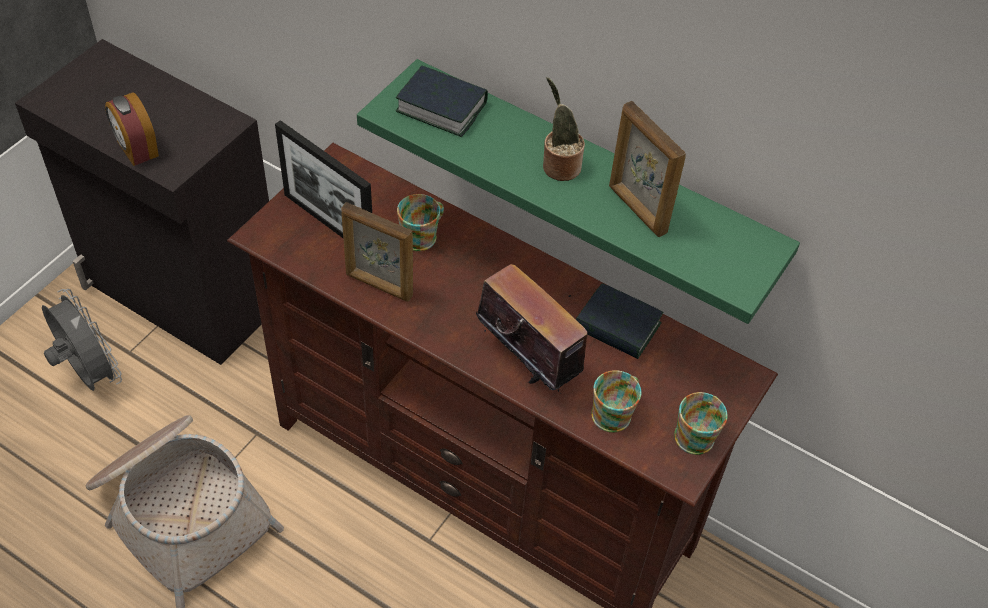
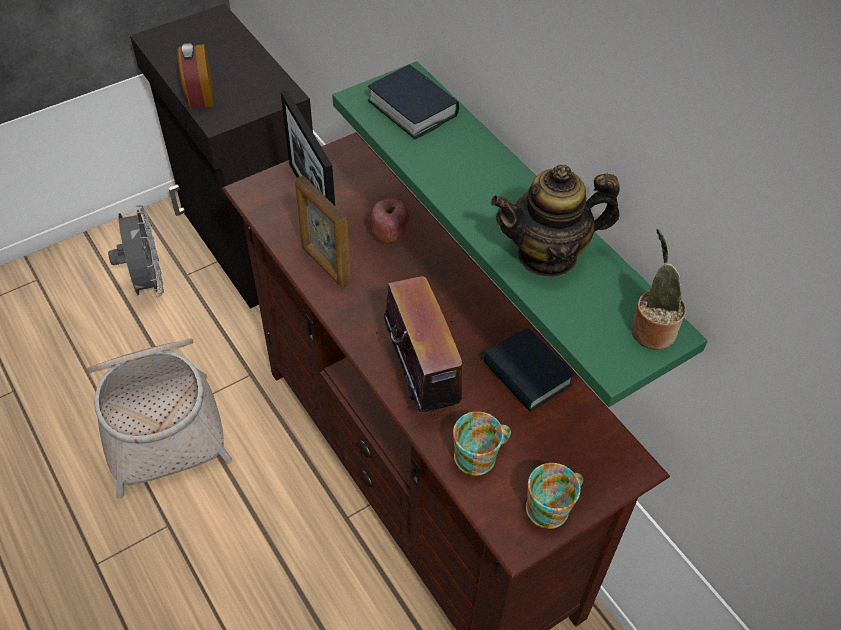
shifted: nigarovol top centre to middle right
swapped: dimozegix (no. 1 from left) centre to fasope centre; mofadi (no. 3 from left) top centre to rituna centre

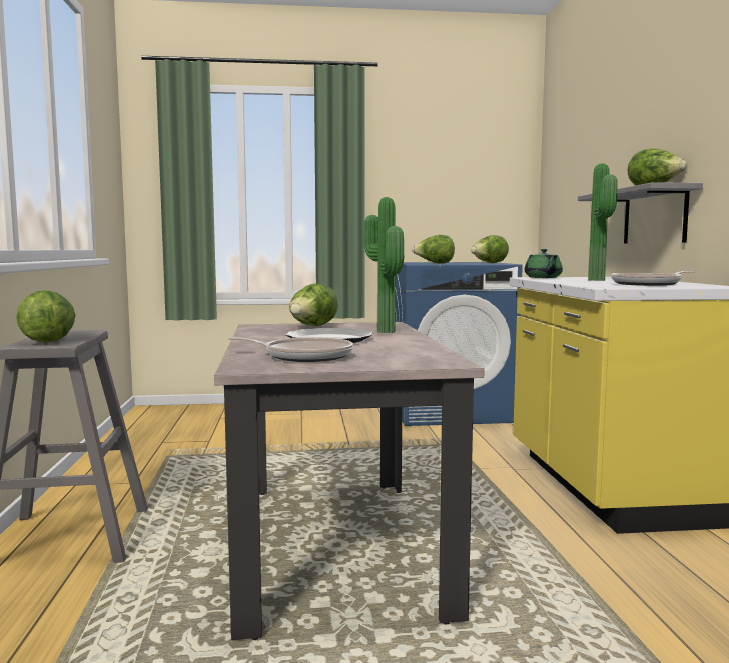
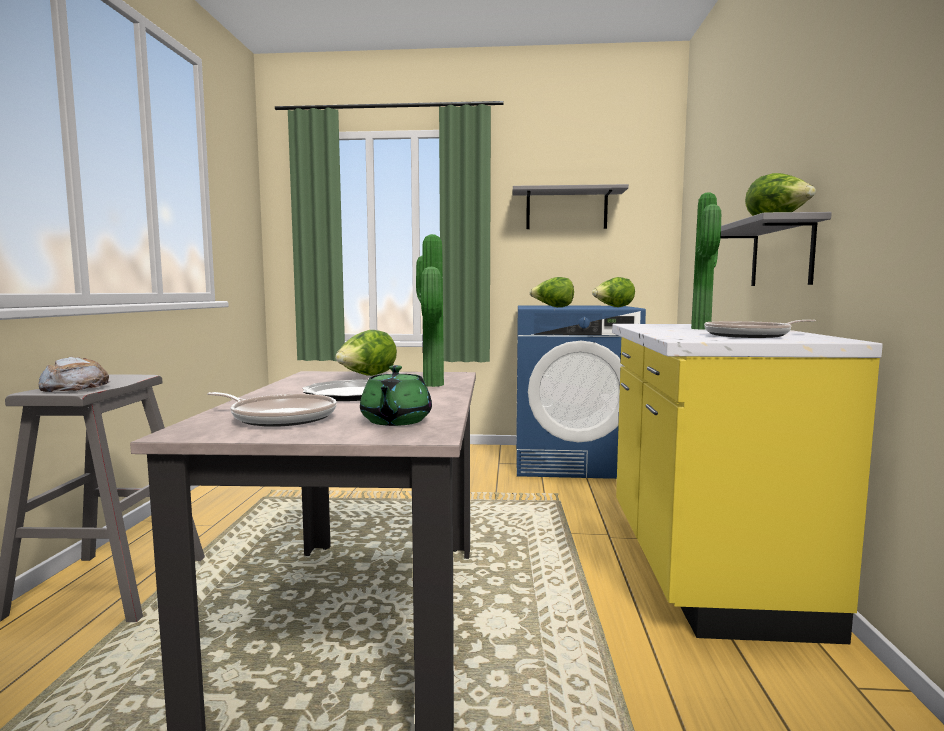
new: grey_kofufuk (no. 1 from left) top centre
shifted: green_rituna middle right to centre
swapped: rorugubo (no. 1 from left) middle left to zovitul middle left

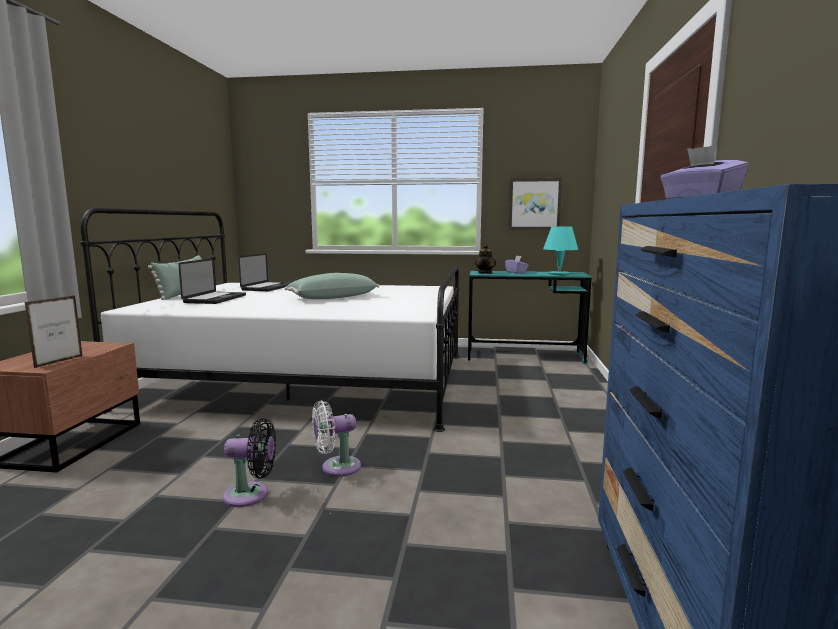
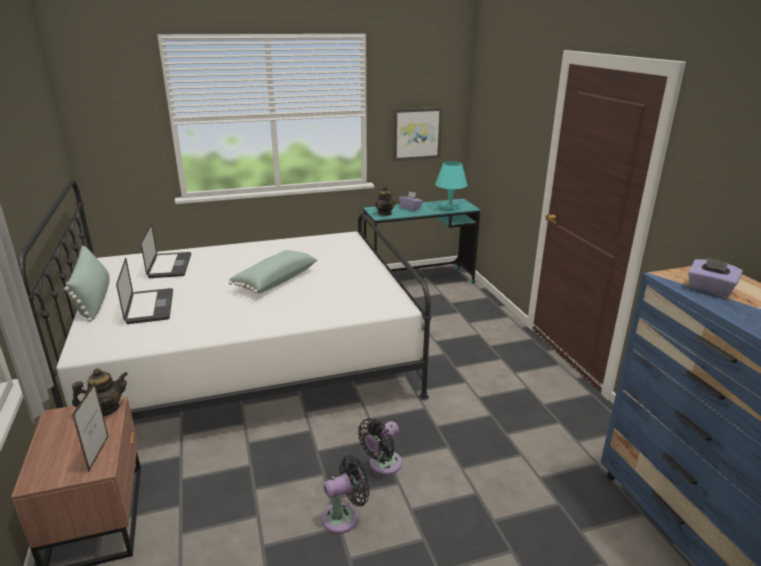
new: rituna (no. 1 from left) bottom left
repainted: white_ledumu bottom centre to black_ledumu (no. 2 from left) bottom centre

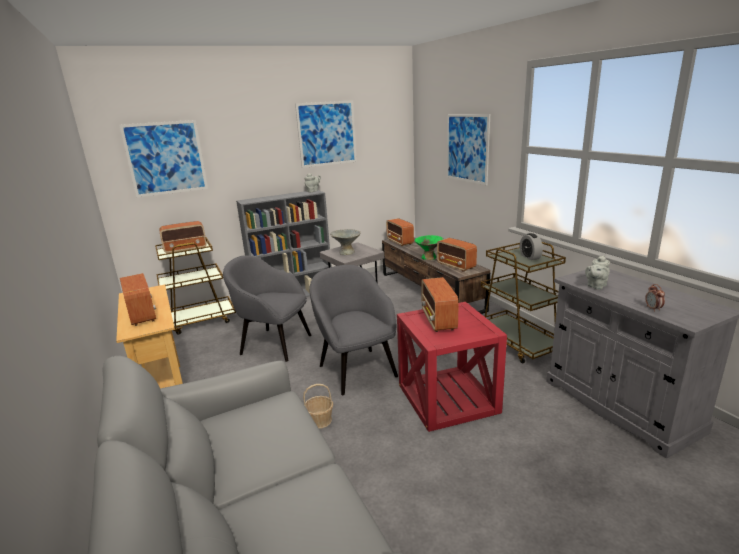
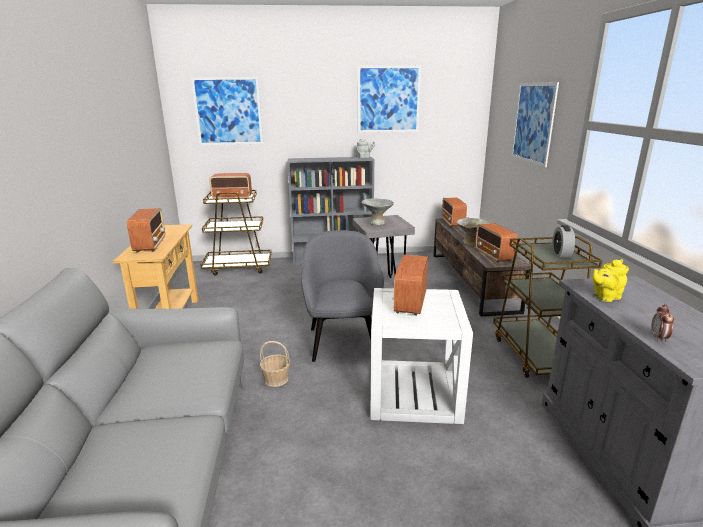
gone: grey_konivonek (no. 1 from left) centre
repainted: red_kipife centre to white_kipife bottom centre; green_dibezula centre to grey_dibezula (no. 2 from left) middle right; grey_rituna (no. 2 from left) middle right to yellow_rituna middle right

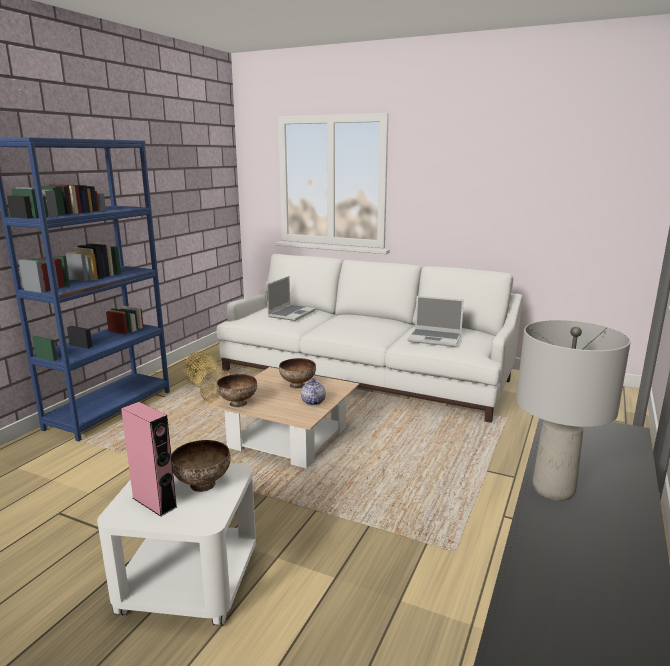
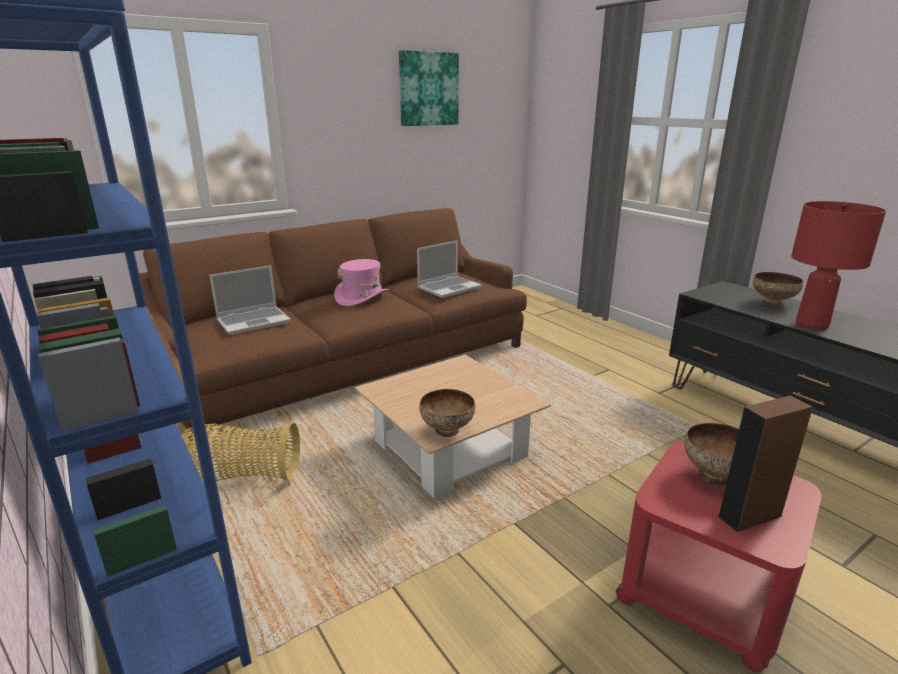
gone: rituna centre
new: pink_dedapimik centre; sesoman top centre
shifted: dibezula (no. 3 from left) centre to middle right
repainted: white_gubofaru centre to brown_gubofaru centre; white_kipife bottom left to red_kipife bottom right; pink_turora bottom left to brown_turora bottom right; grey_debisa middle right to red_debisa middle right
rotated: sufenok (no. 1 from left) centre = middle left 90 degrees clockwise

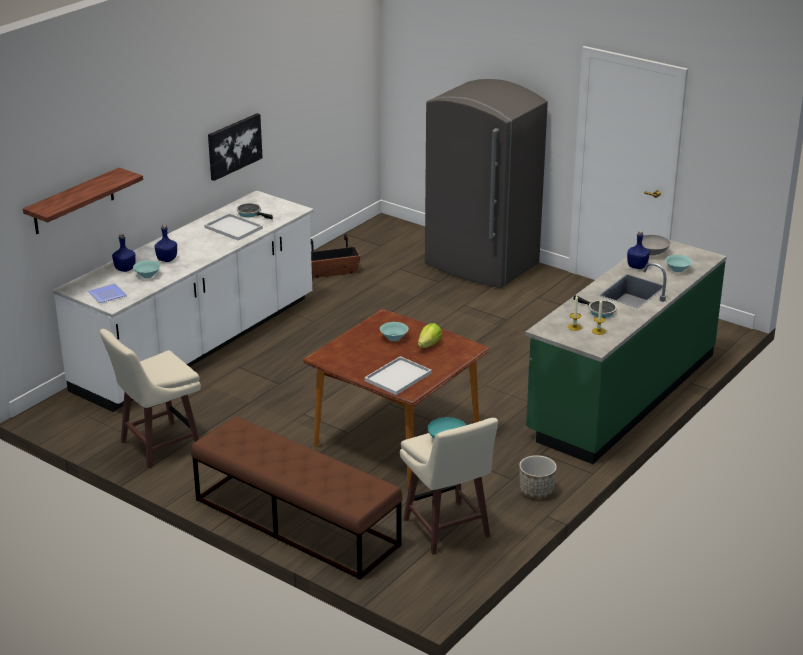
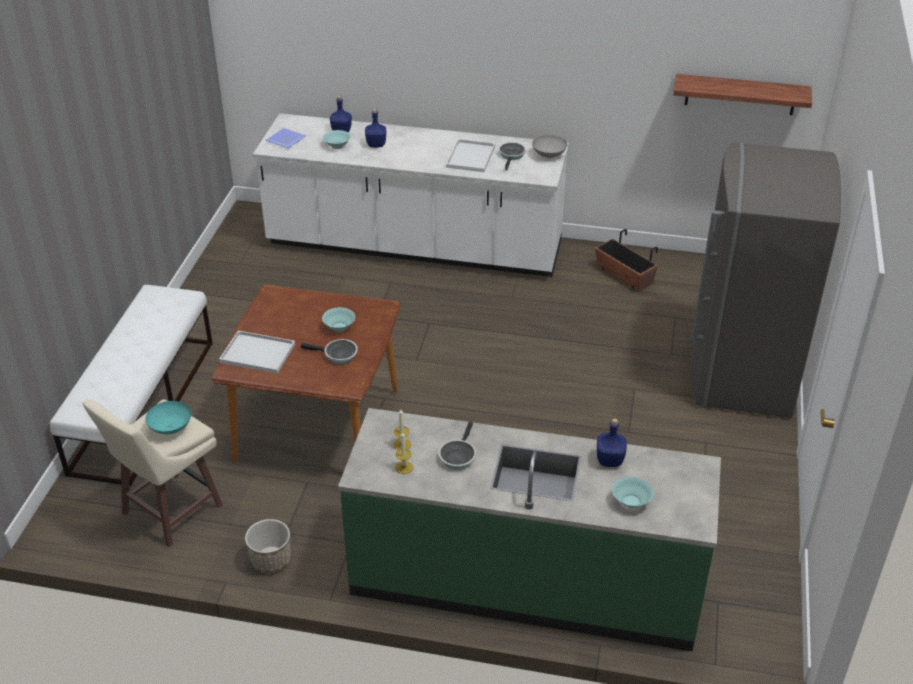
gone: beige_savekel (no. 1 from left) middle left; sesoman top left
shifted: grey_dibezula middle right to top centre; kofufuk top left to top right
swapped: rorugubo centre to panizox (no. 1 from left) centre
repainted: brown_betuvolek bottom centre to white_betuvolek middle left

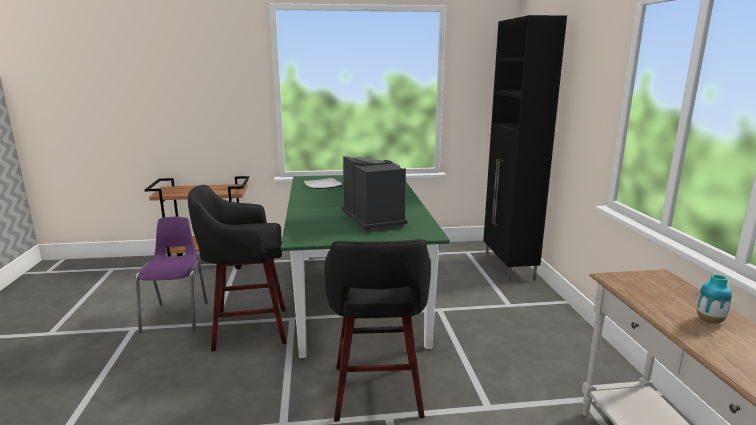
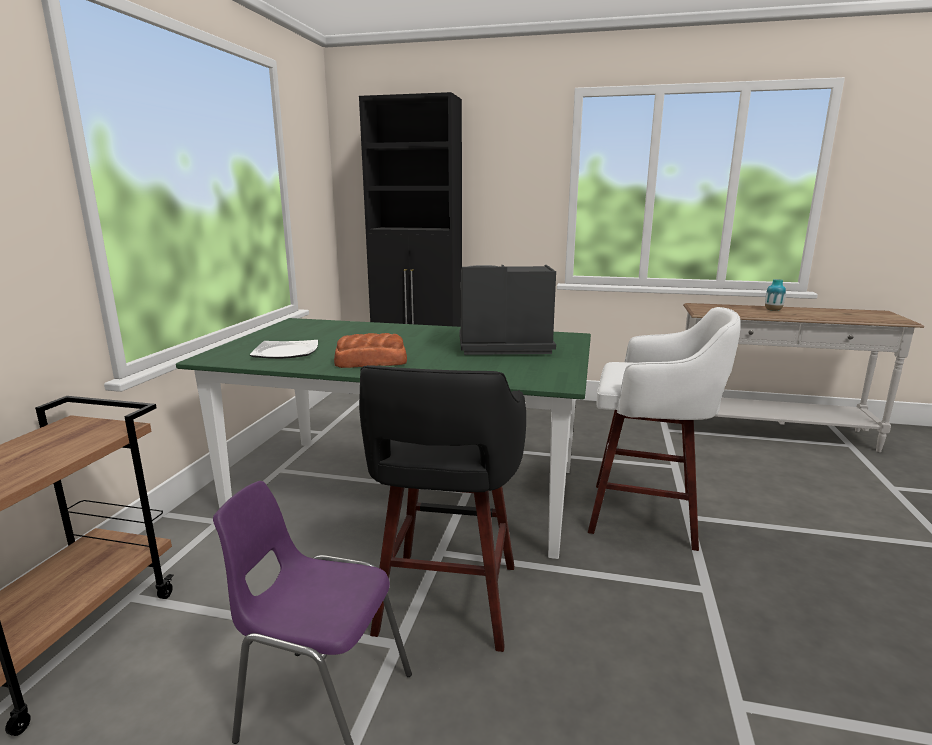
new: zovitul centre
repainted: black_savekel (no. 2 from left) bottom centre to white_savekel middle right

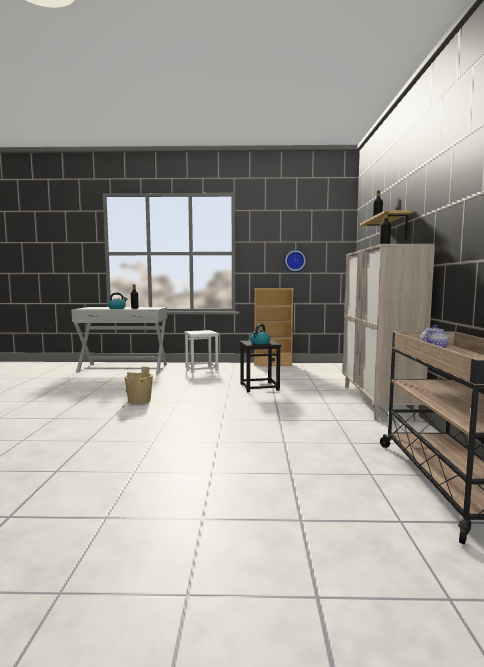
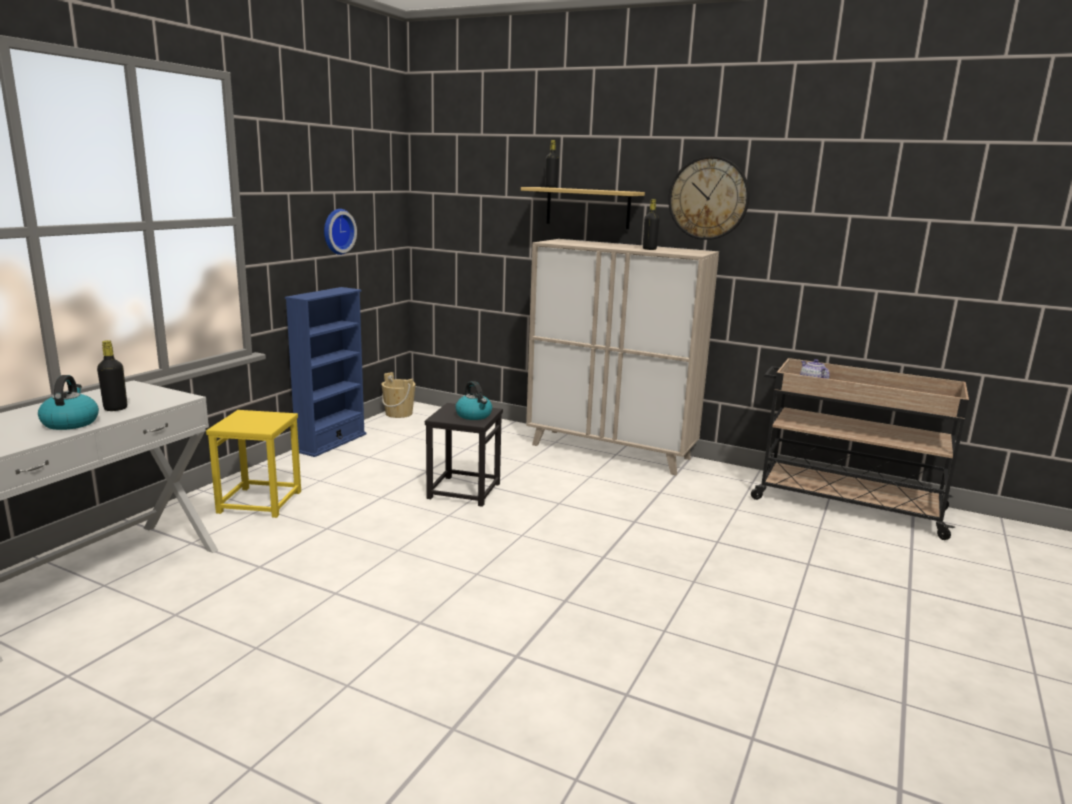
new: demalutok (no. 2 from left) top centre
shifted: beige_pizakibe middle left to centre
repainted: white_savekel centre to yellow_savekel middle left; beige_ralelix centre to blue_ralelix middle left

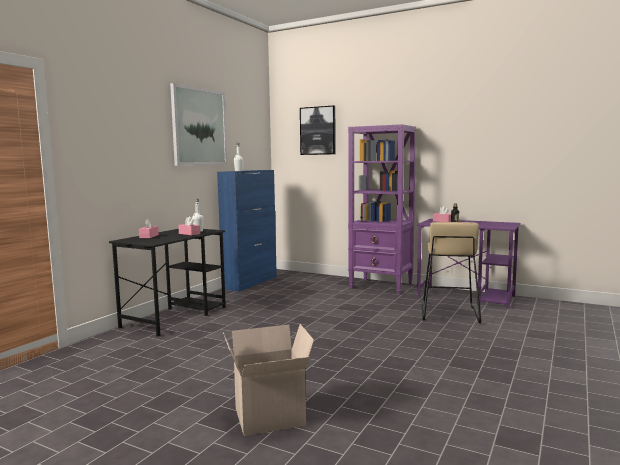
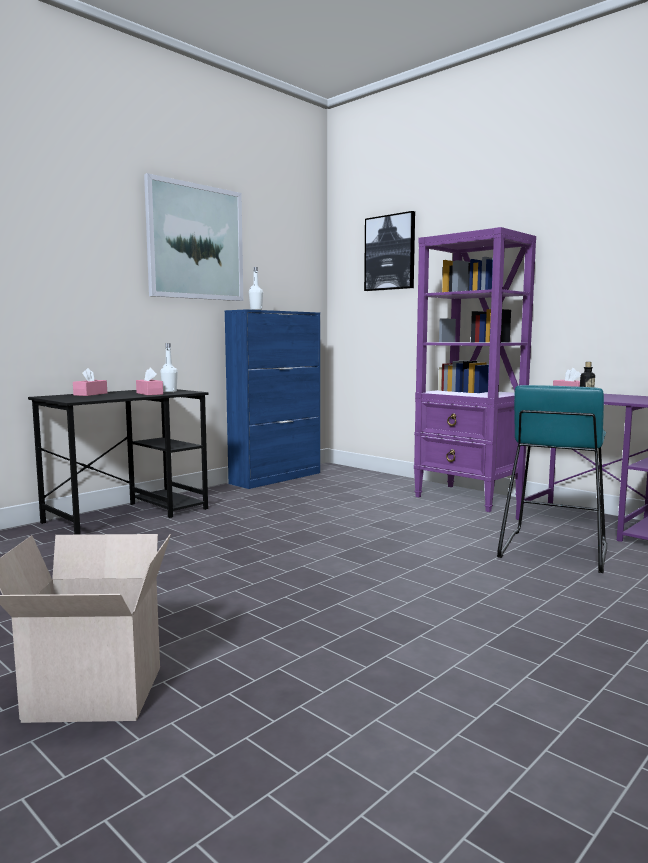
repainted: beige_savekel middle right to turquoise_savekel middle right

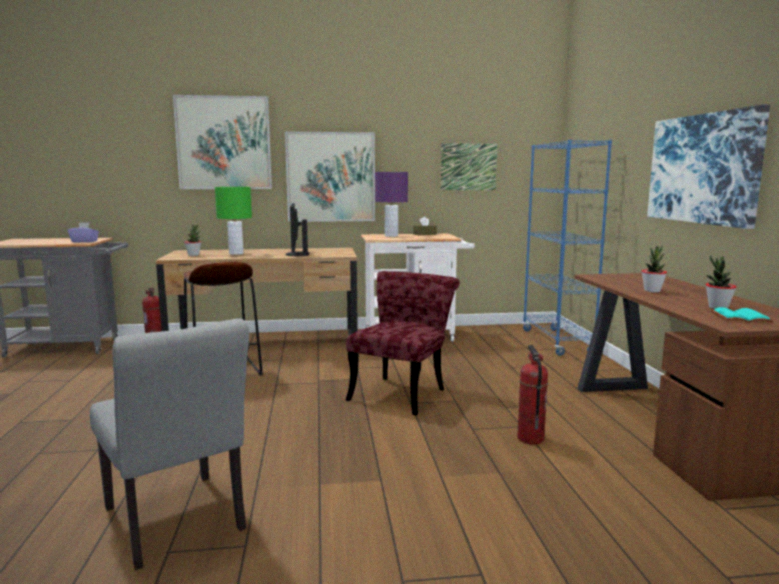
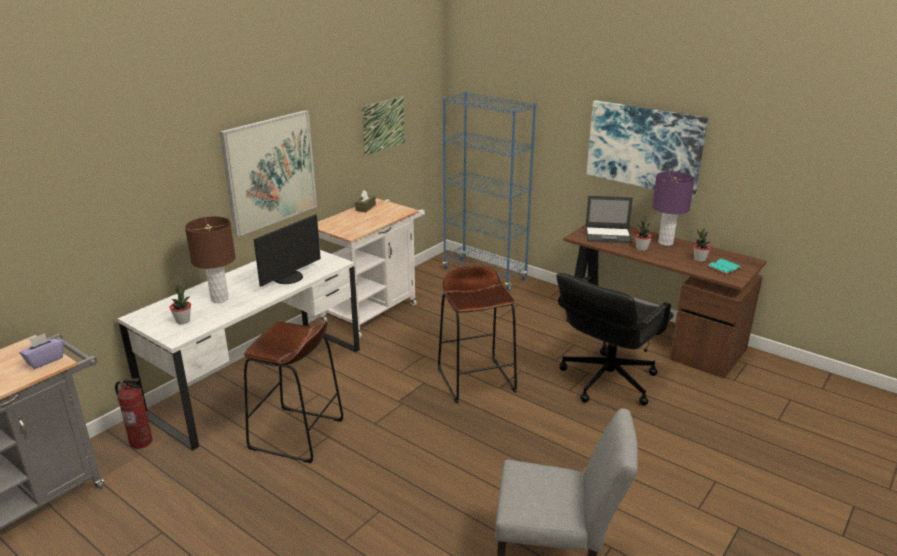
gone: sesoman (no. 1 from left) top left
new: sufenok middle right
shifted: purple_debisa centre to middle right
swapped: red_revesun centre to brown_savekel (no. 2 from left) centre; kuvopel (no. 2 from left) bottom right to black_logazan middle right
repainted: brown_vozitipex (no. 1 from left) middle left to white_vozitipex middle left; green_debisa middle left to brown_debisa middle left
rotated: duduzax centre = middle left 90 degrees counterclockwise

